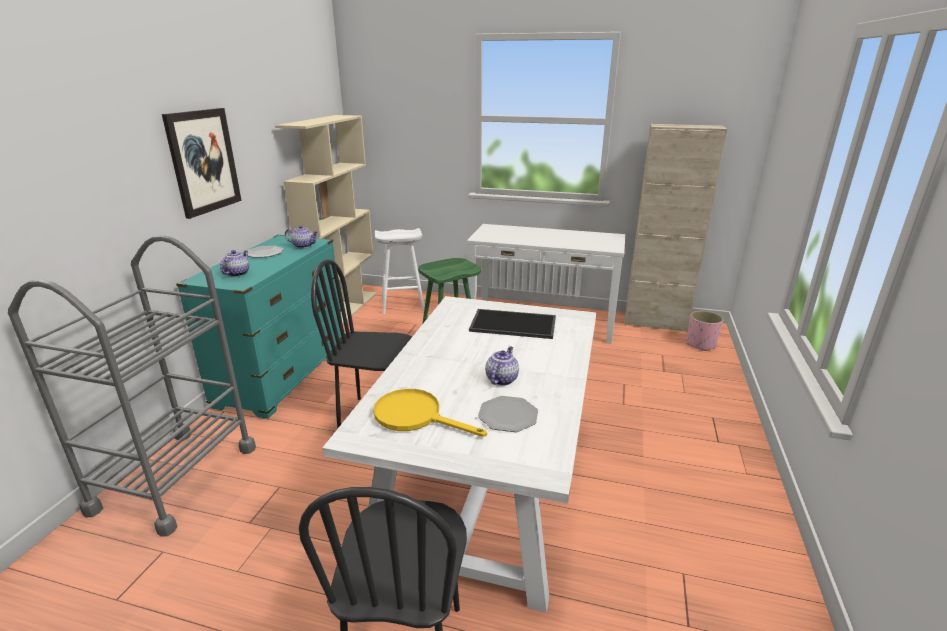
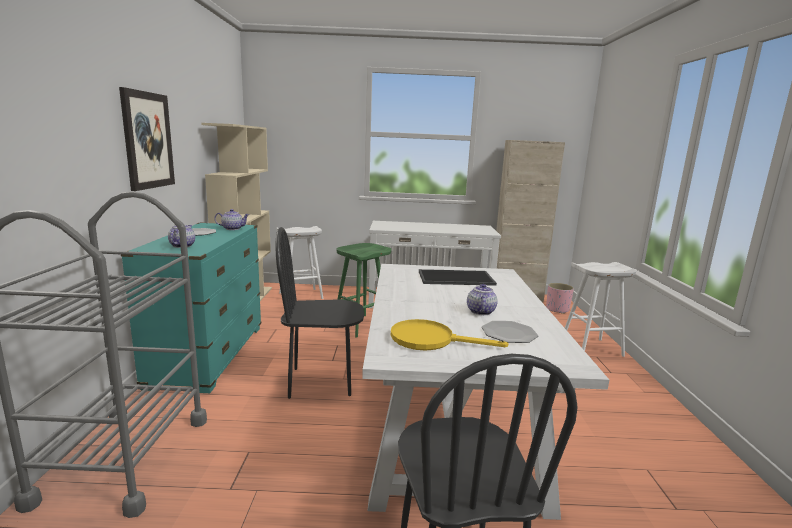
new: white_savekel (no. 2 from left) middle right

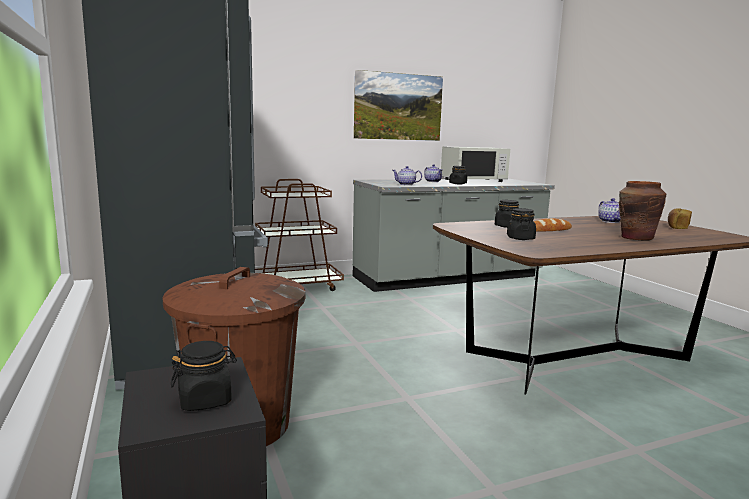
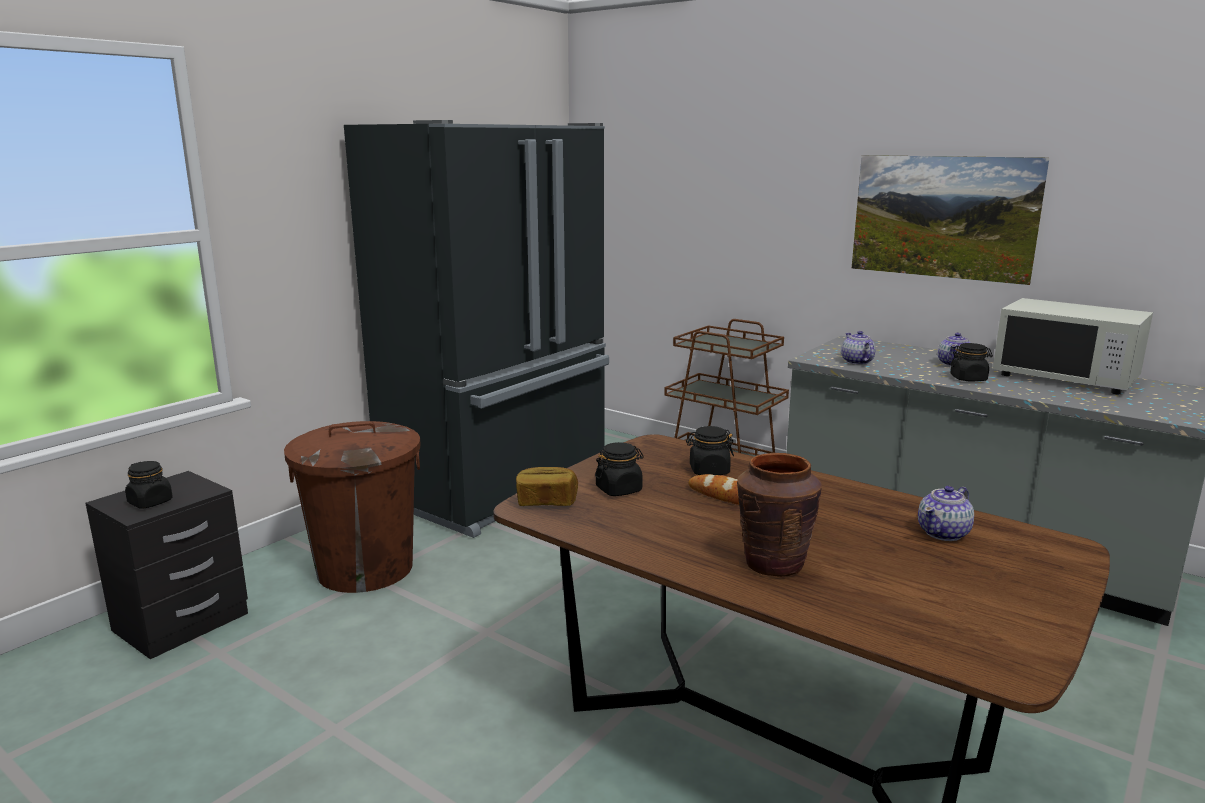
shifted: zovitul (no. 2 from left in the first image) middle right to zovitul (no. 1 from left) centre

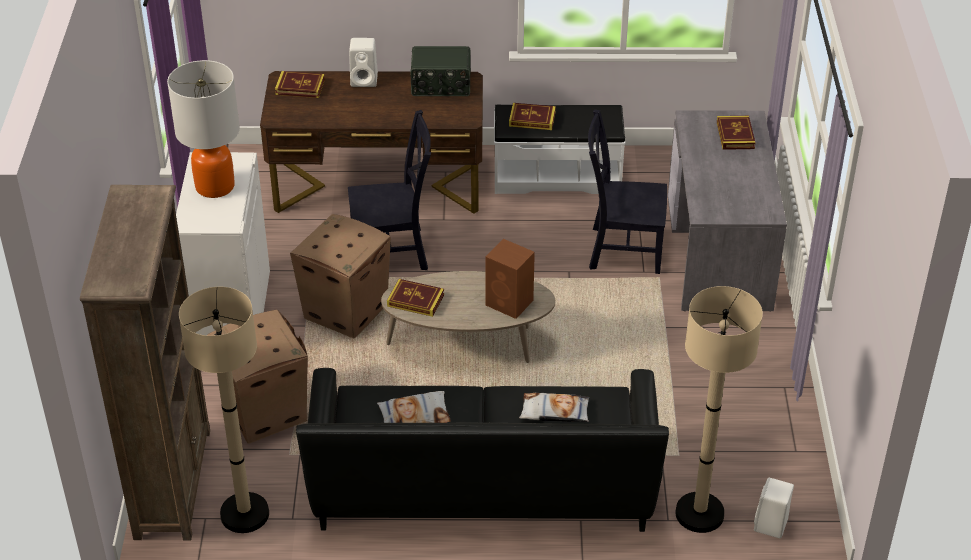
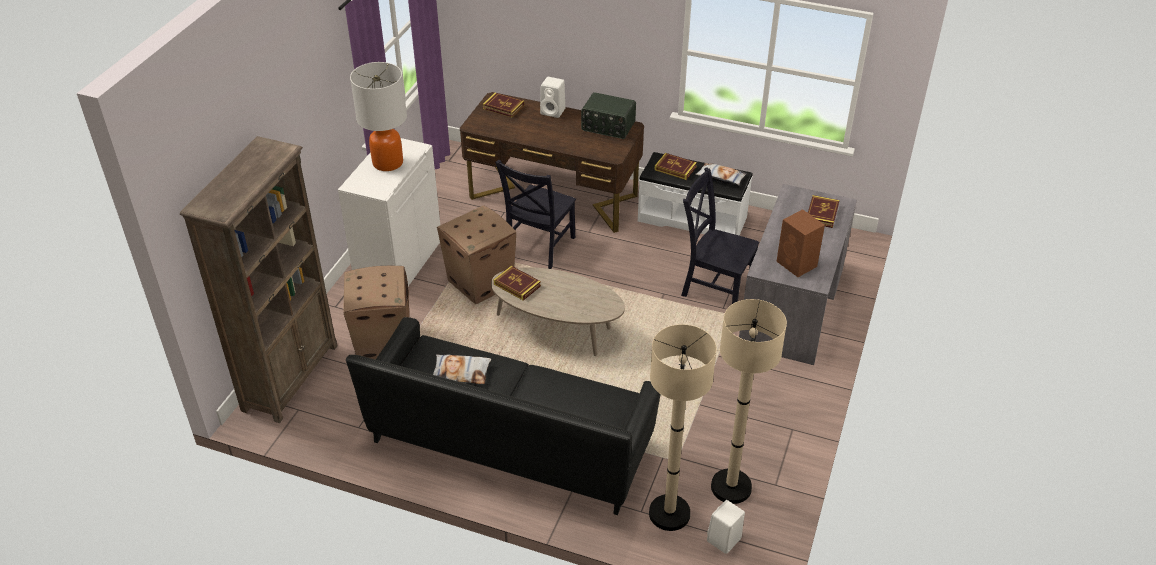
shifted: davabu (no. 2 from left) bottom centre to top centre; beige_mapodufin (no. 1 from left in the first image) bottom left to beige_mapodufin (no. 2 from left) bottom centre; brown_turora centre to middle right
rotated: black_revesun (no. 1 from left) centre = centre 105 degrees clockwise

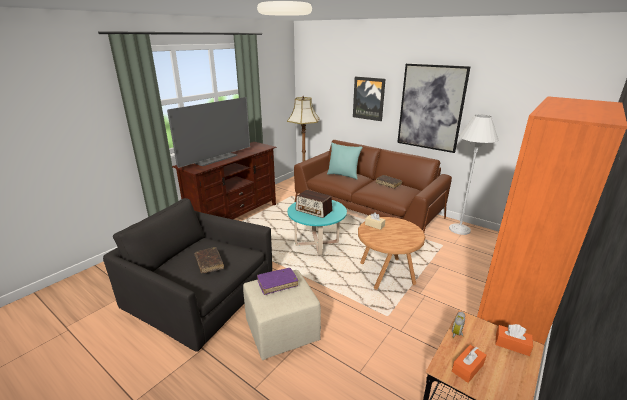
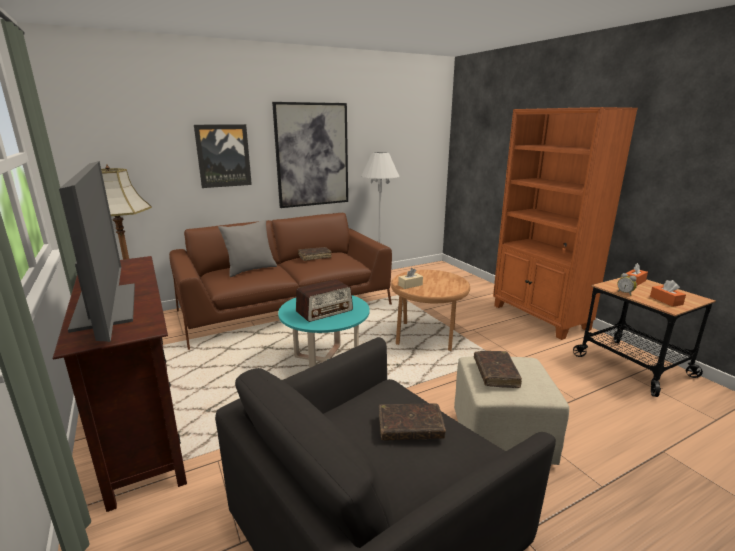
repainted: turquoise_davabu centre to grey_davabu centre; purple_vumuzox bottom centre to brown_vumuzox (no. 3 from left) bottom right

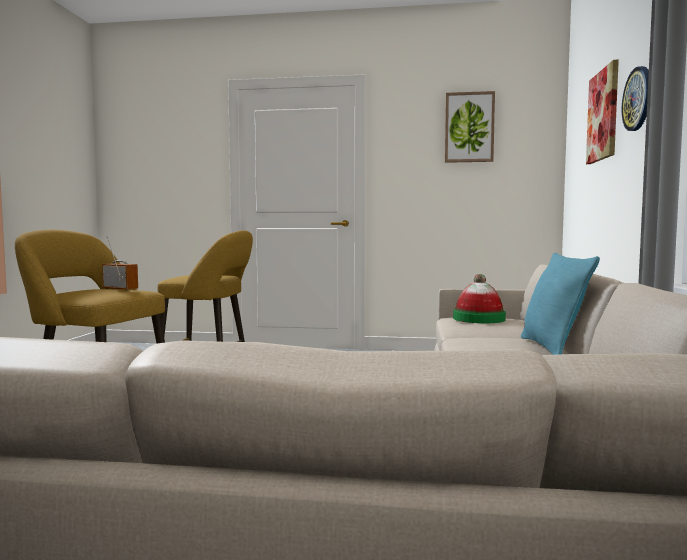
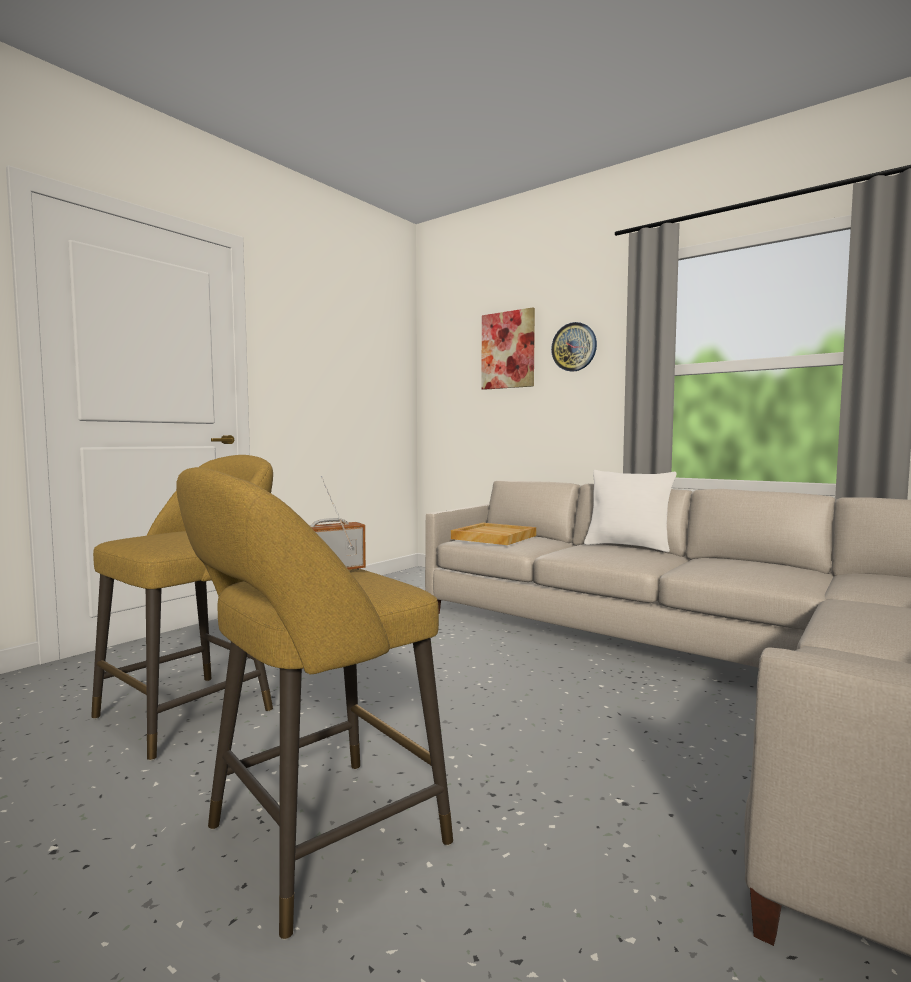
gone: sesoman (no. 1 from left) top right
swapped: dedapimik middle right to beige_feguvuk centre
repainted: turquoise_davabu middle right to white_davabu middle right

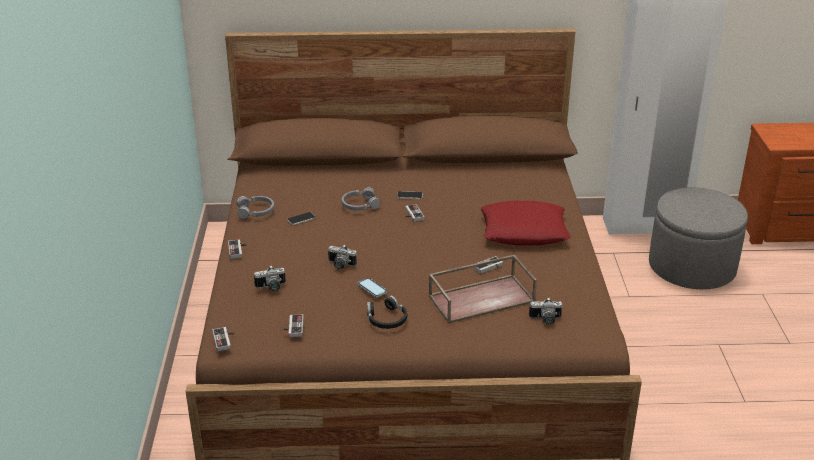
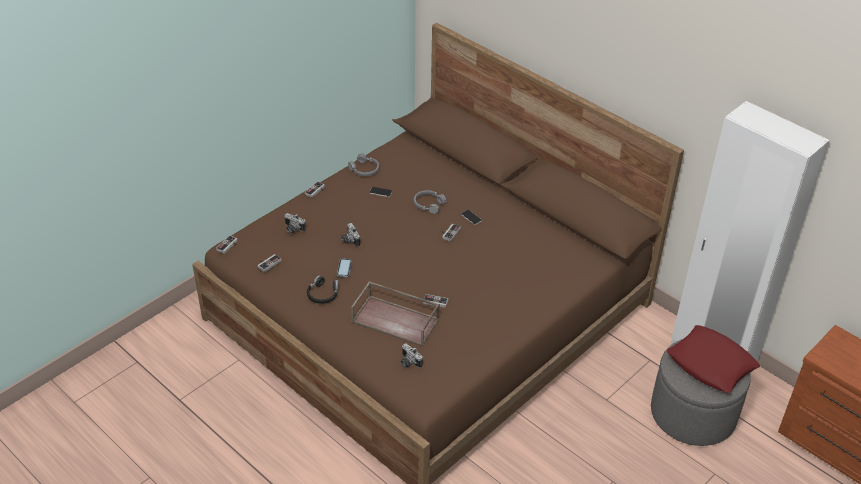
shifted: red_davabu centre to bottom right

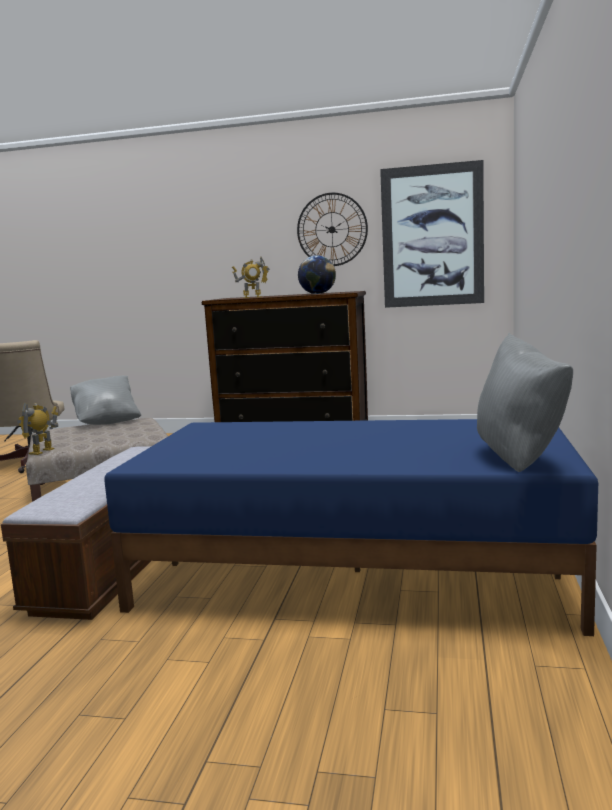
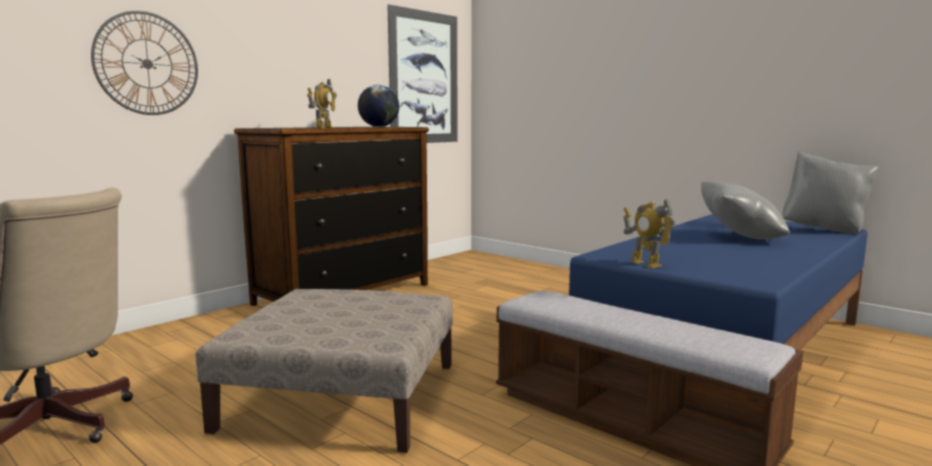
shifted: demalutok top centre to top left; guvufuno (no. 1 from left in the first image) middle left to guvufuno (no. 2 from left) middle right; grey_davabu (no. 1 from left) middle left to middle right

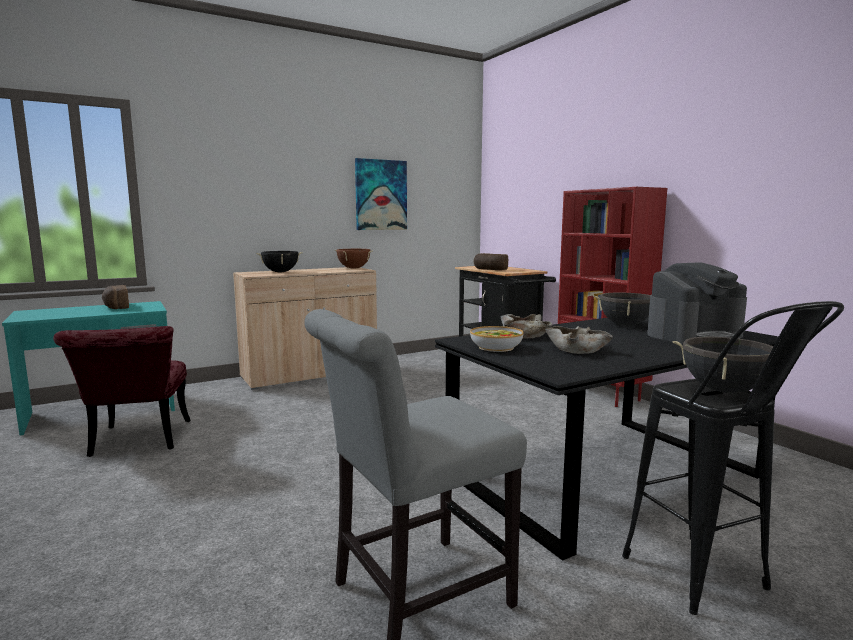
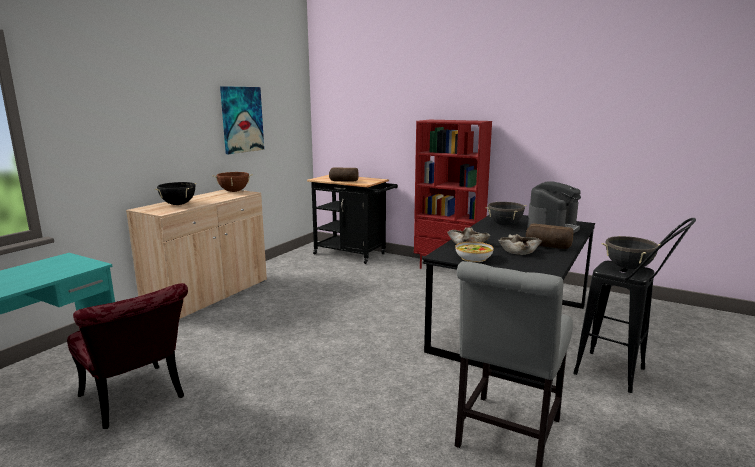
shifted: zovitul (no. 1 from left in the first image) middle left to zovitul (no. 2 from left) middle right

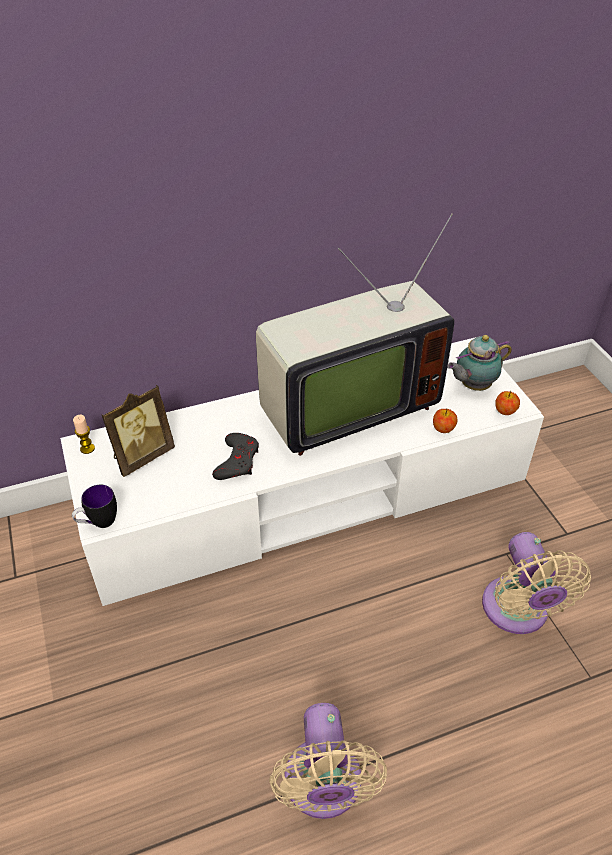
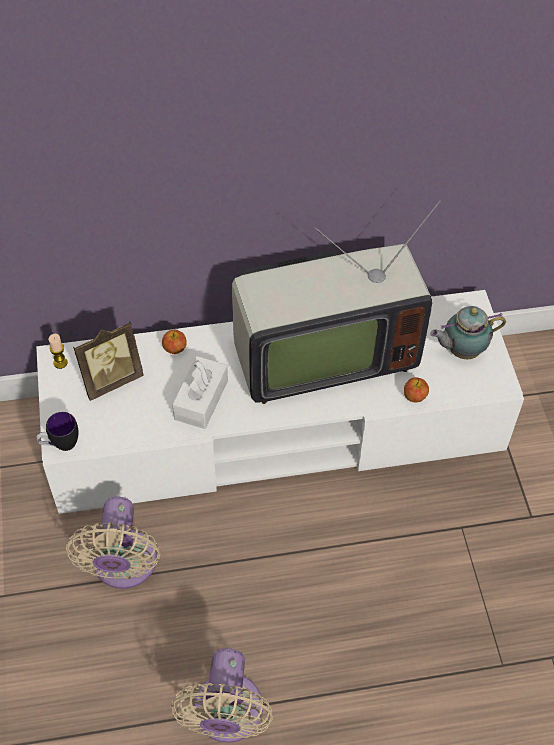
shifted: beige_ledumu (no. 2 from left in the first image) bottom right to beige_ledumu (no. 1 from left) bottom left; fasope (no. 2 from left in the first image) middle right to fasope (no. 1 from left) middle left
swapped: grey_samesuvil centre to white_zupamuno centre

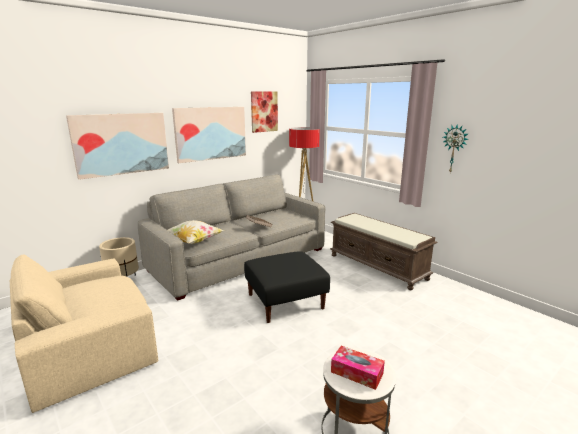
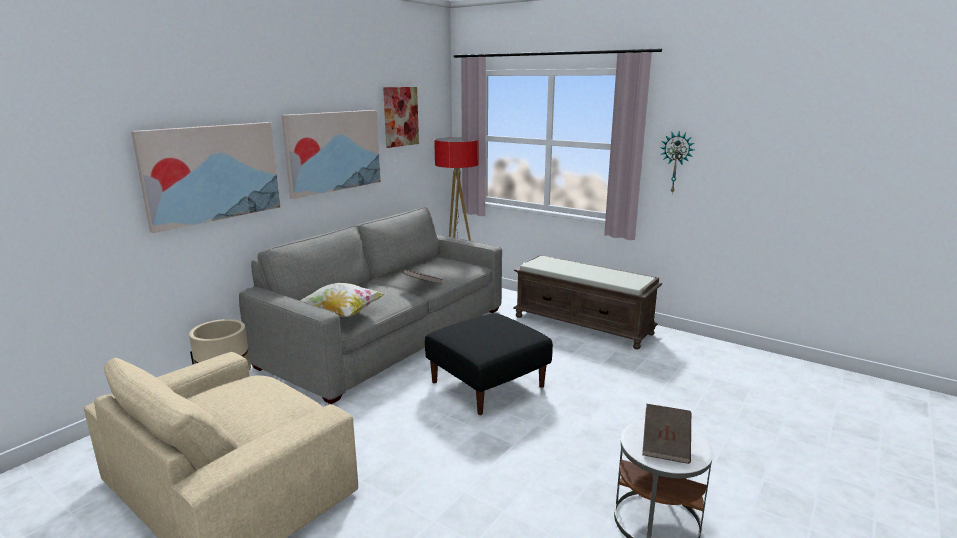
swapped: zupamuno bottom centre to brown_vumuzox (no. 2 from left) bottom right

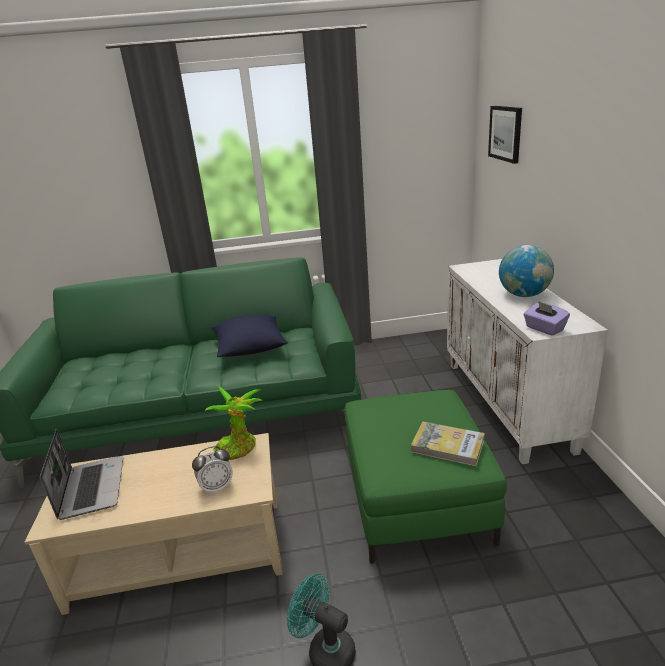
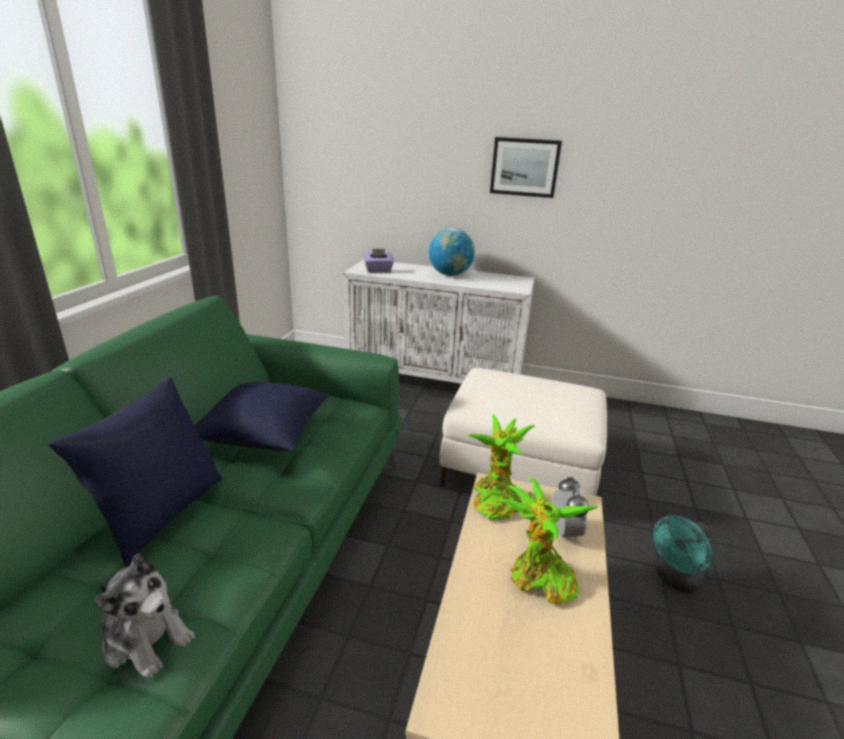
gone: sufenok bottom left; vumuzox bottom right
new: blue_davabu (no. 1 from left) middle left; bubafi bottom left; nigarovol (no. 2 from left) bottom centre
shifted: purple_zupamuno middle right to centre; sesoman top right to top centre
repainted: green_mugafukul bottom centre to white_mugafukul centre

